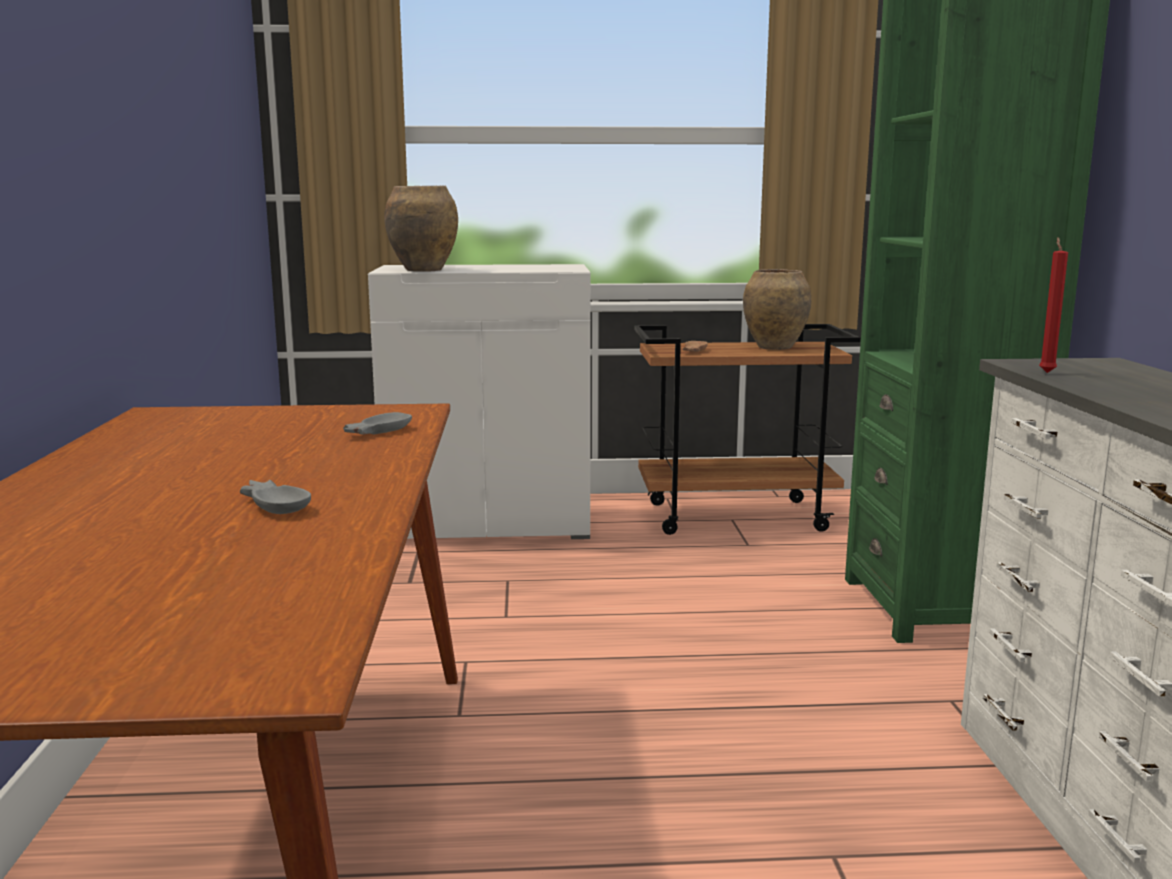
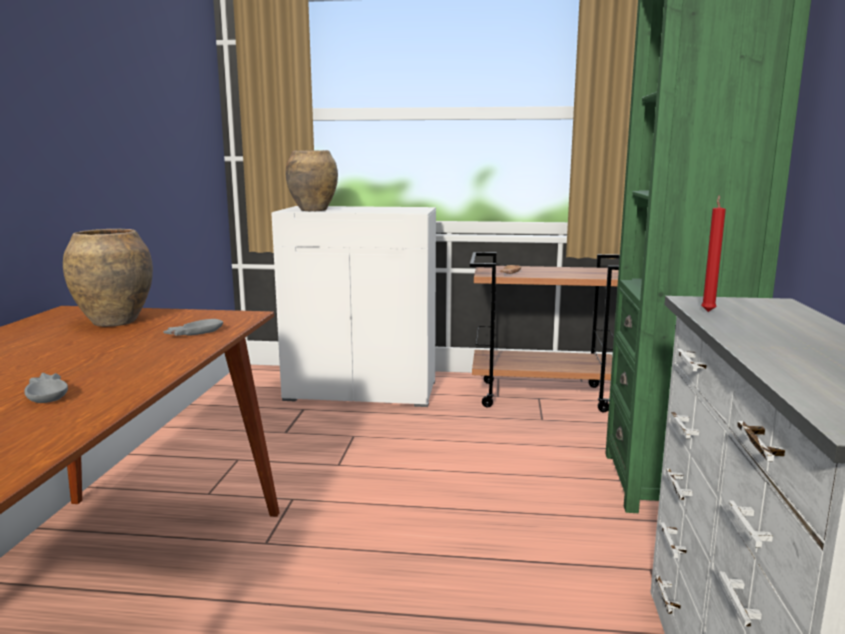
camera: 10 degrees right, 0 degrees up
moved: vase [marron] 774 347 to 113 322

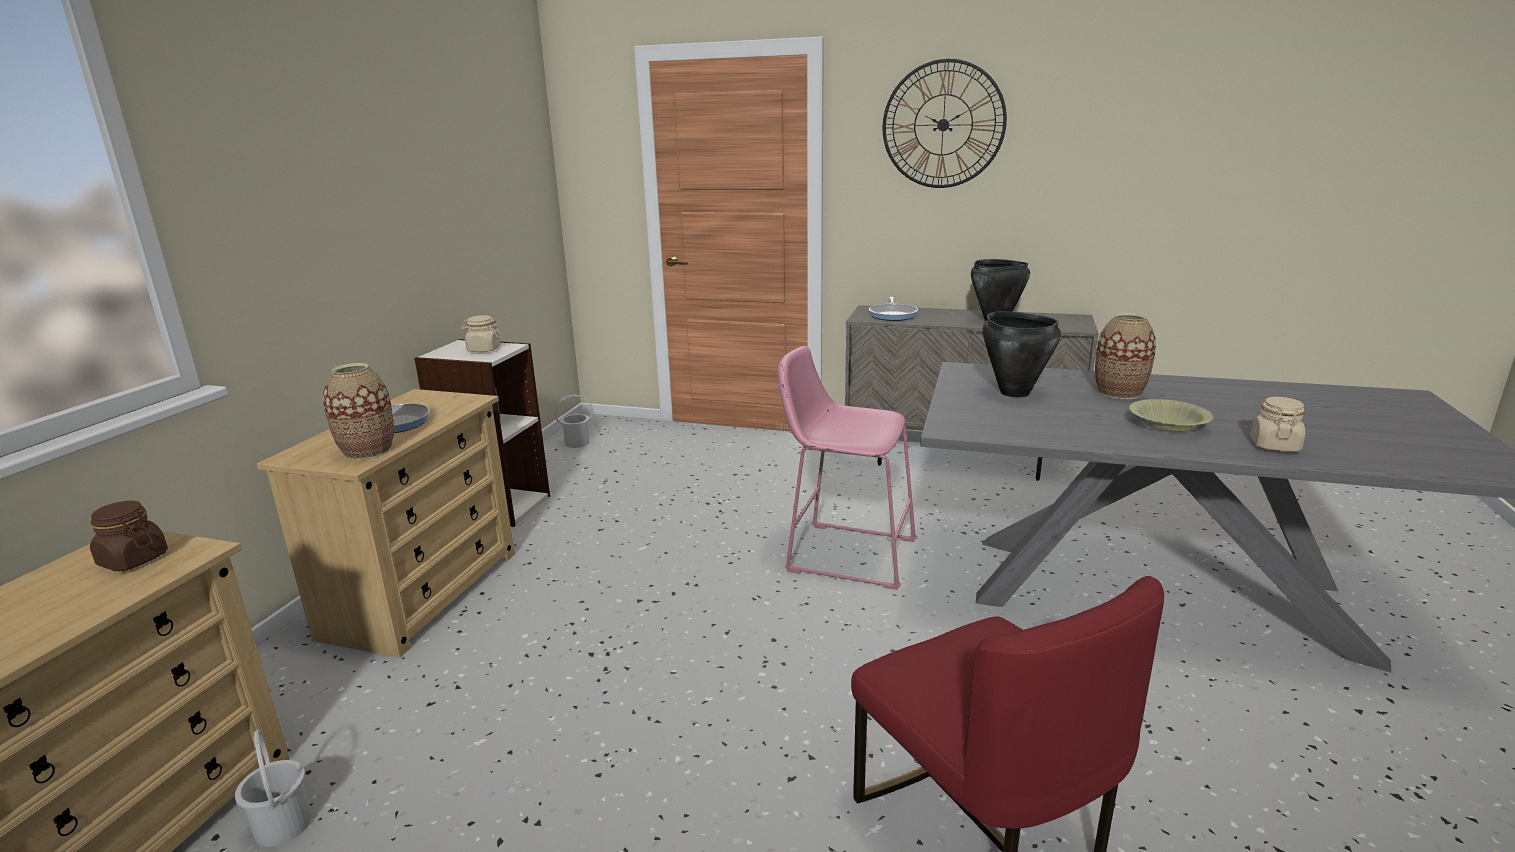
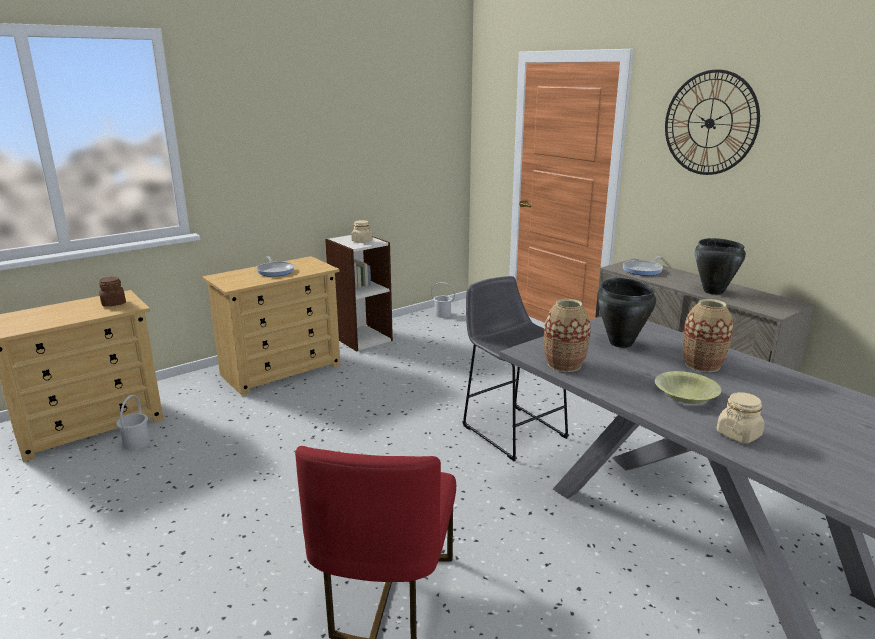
camera: 35 degrees right, 0 degrees up
moved: vase 368 451 to 564 365
recoloured: tabouret [rose] 844 554 to tabouret [gris] 511 429

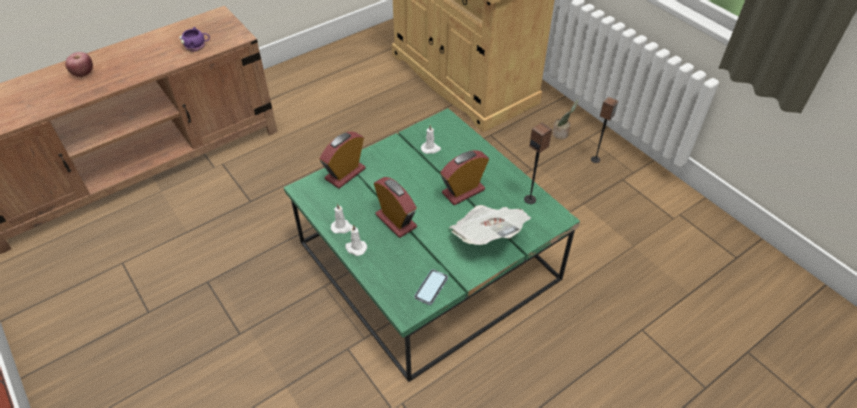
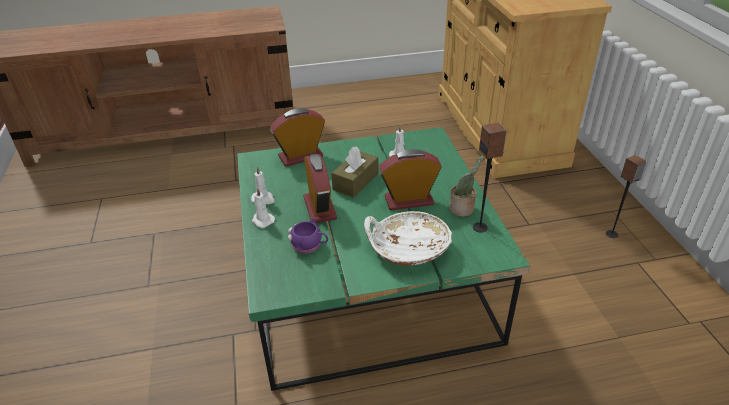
camera: 25 degrees right, 10 degrees down
removed: pomme 83 73; téléphone 431 288
added: boîte à mouchoirs [marron] 355 181
moved: mug [violet] 197 46 to 309 246; plante en pot 561 134 to 463 209
replaced: journal 487 236 to bol [blanc] 407 248

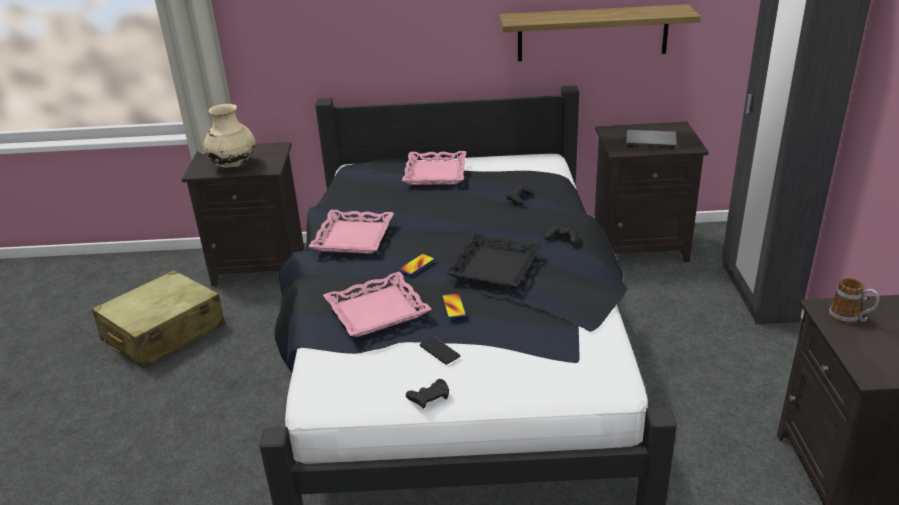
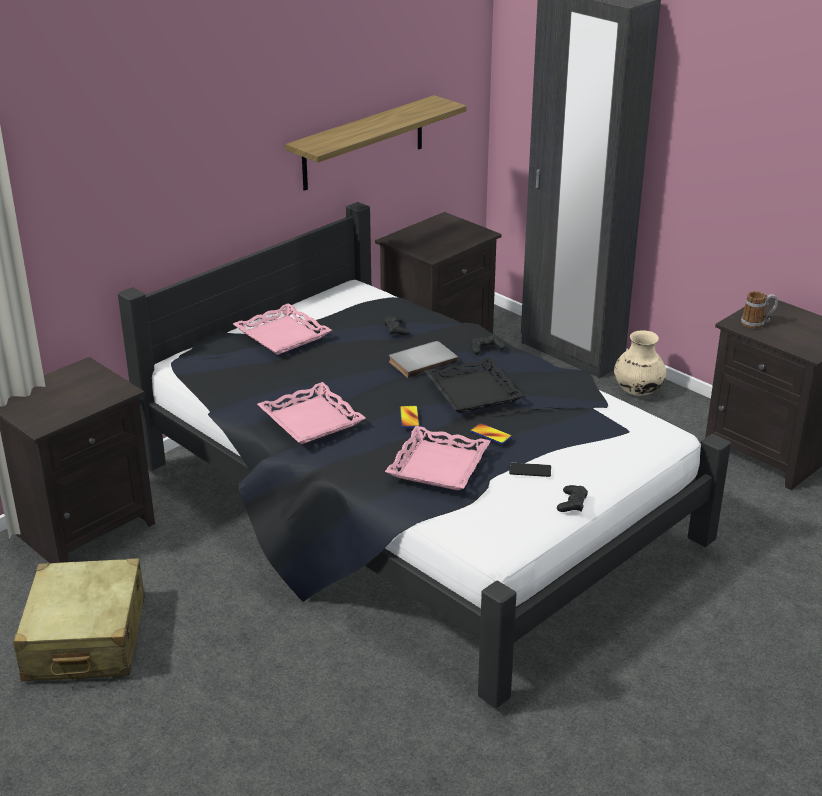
camera: 45 degrees left, 0 degrees up
moved: vase [beige] 233 165 to 637 391; livre [gris] 650 141 to 422 361

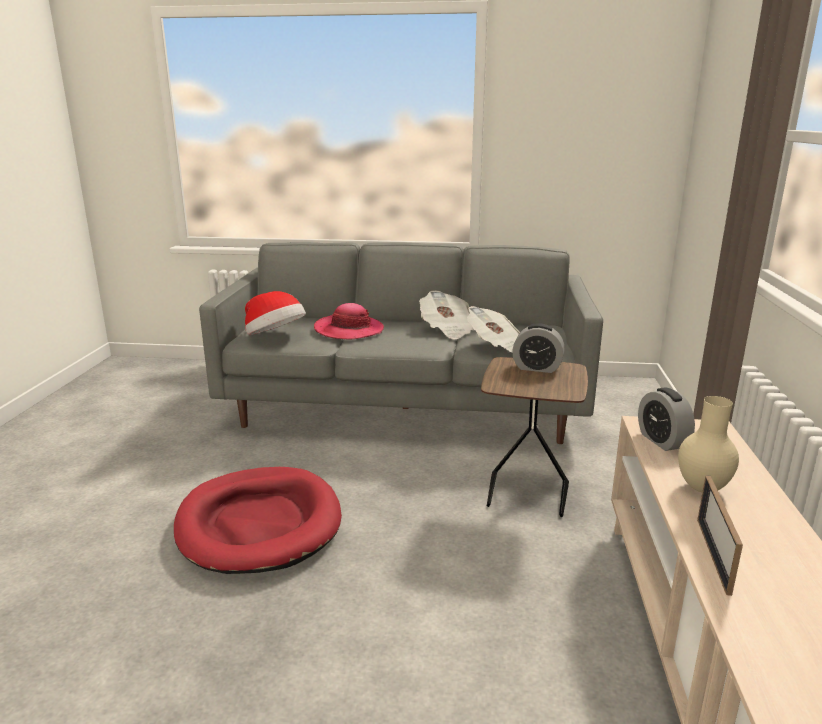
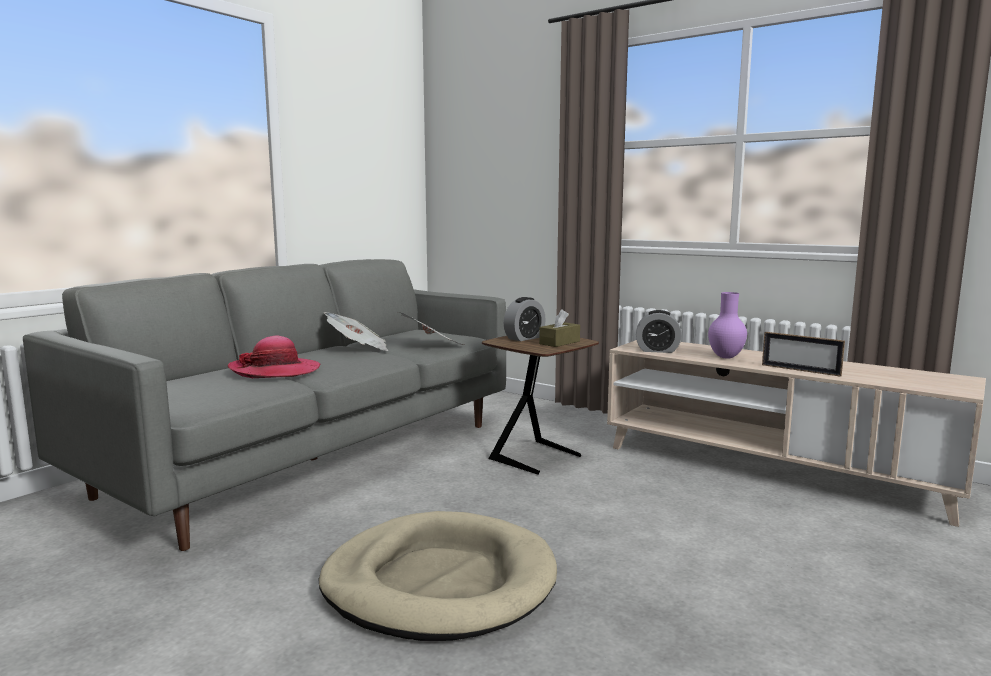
camera: 60 degrees left, 10 degrees down
removed: chapeau 275 337
added: boîte à mouchoirs [marron] 559 342
recoloured: vase [beige] 701 488 to vase [violet] 725 357; panier pour chien [rouge] 259 524 to panier pour chien [beige] 439 582

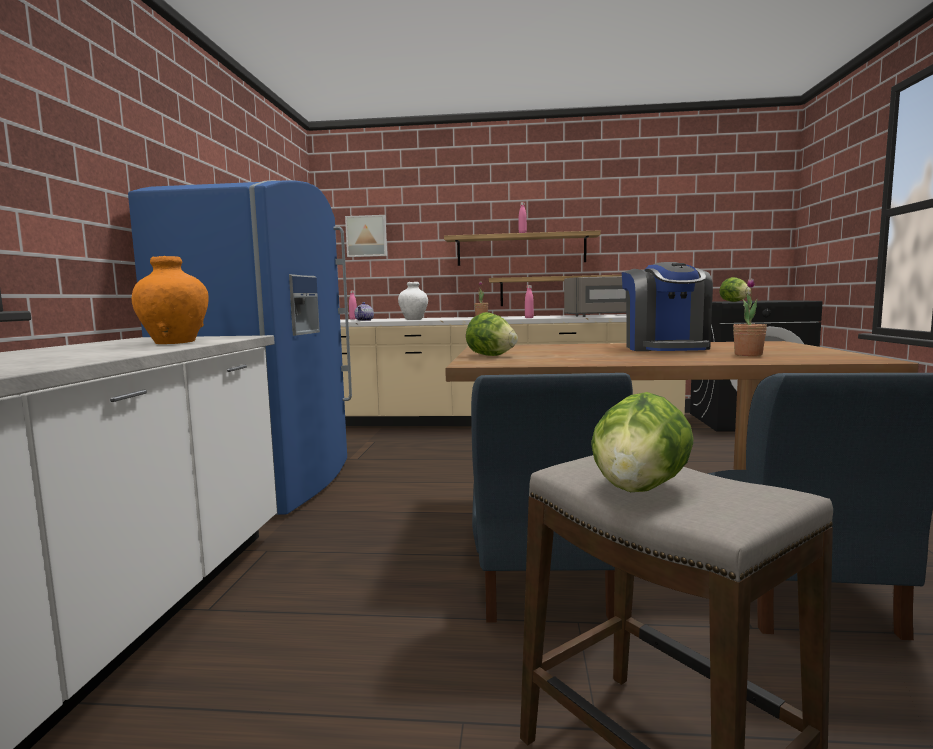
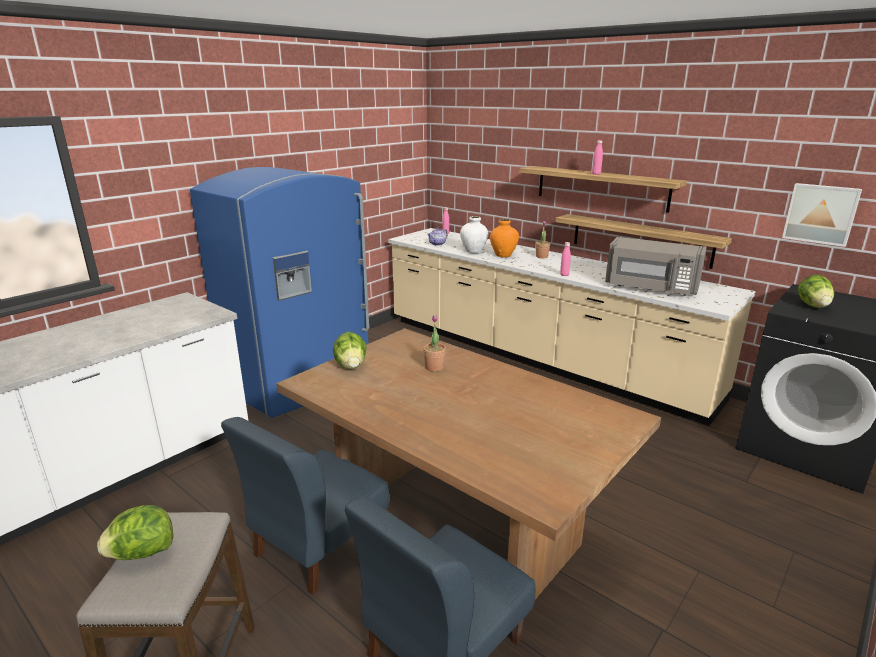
camera: 35 degrees right, 15 degrees up
removed: machine à café 665 348
moved: tableau 366 236 to 820 214; vase [orange] 175 342 to 503 255; plante en pot 748 355 to 434 367

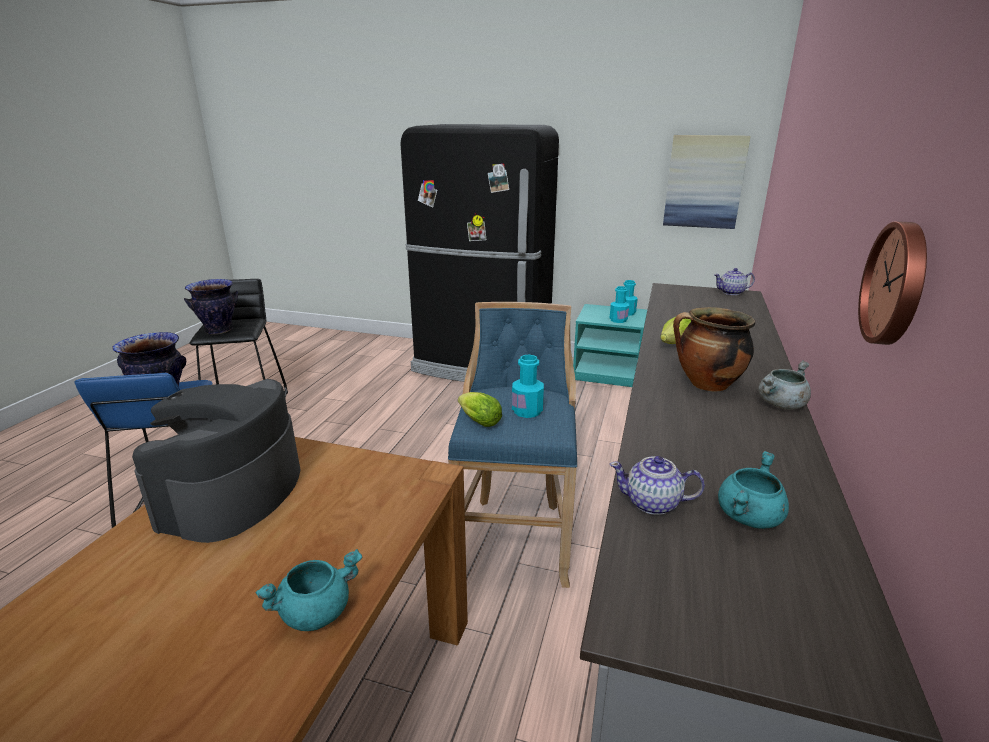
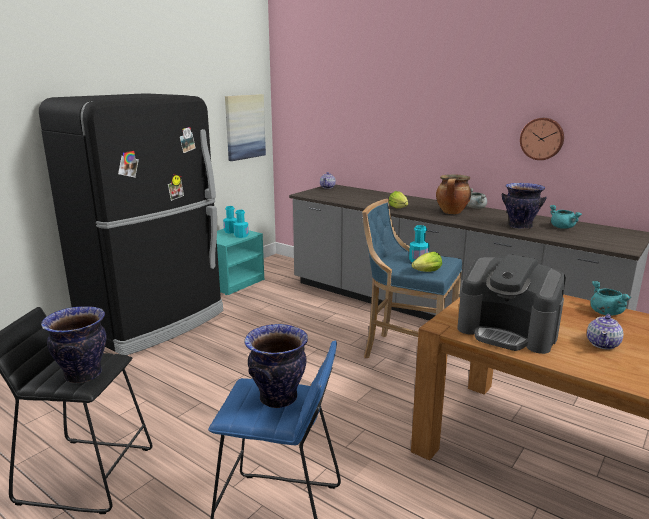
camera: 70 degrees left, 5 degrees down
added: vase 520 226
moved: théière 653 503 to 603 344

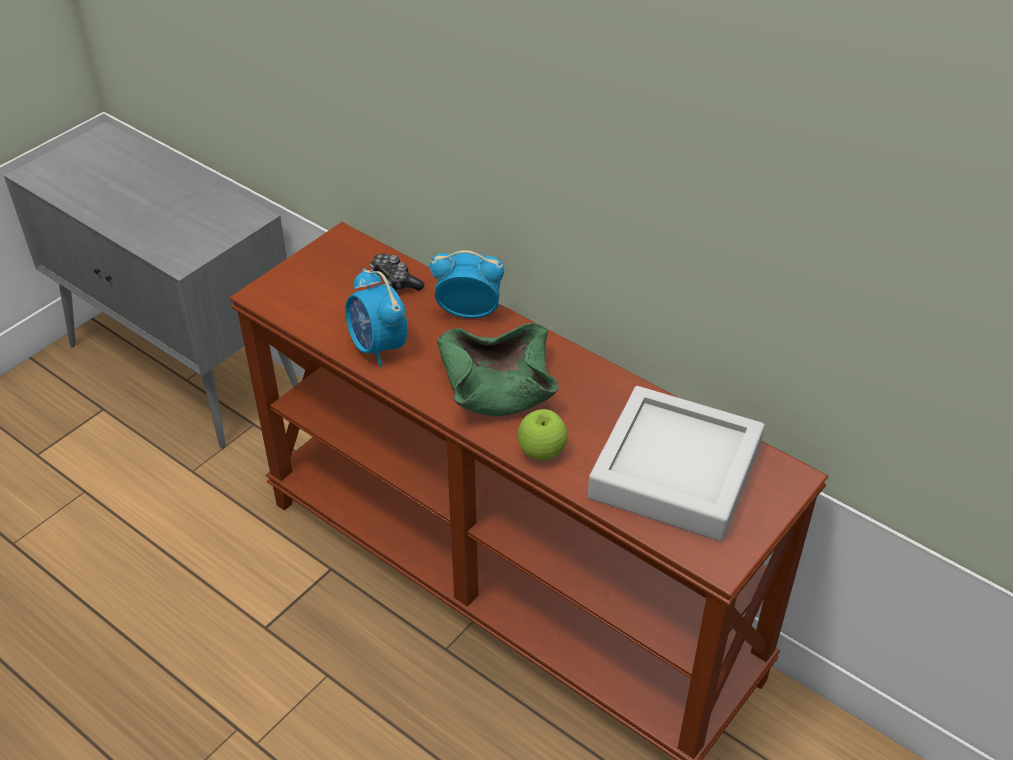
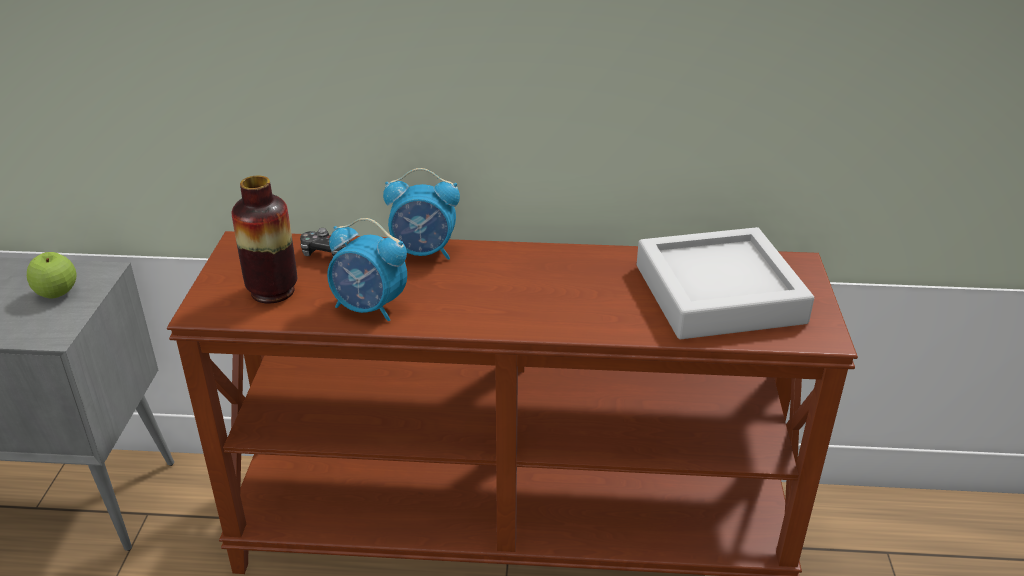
camera: 35 degrees left, 10 degrees down
removed: bol [vert] 497 387
added: vase 272 291
moved: pomme 542 452 to 57 293
turned: réveil 469 312 = 423 253 150 degrees counterclockwise

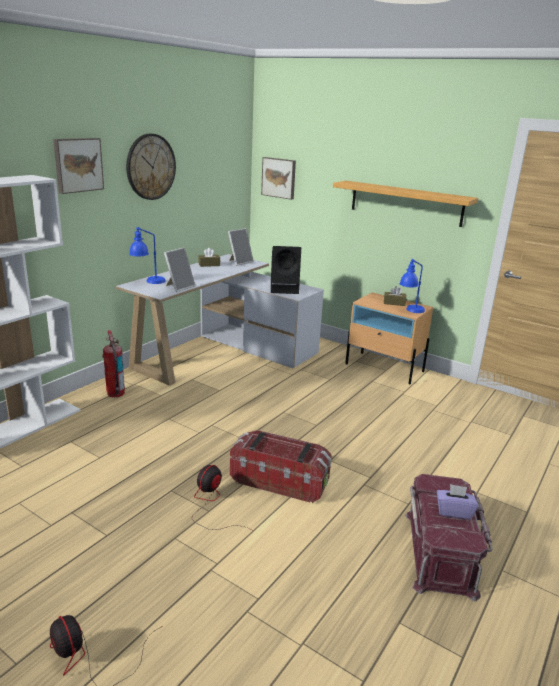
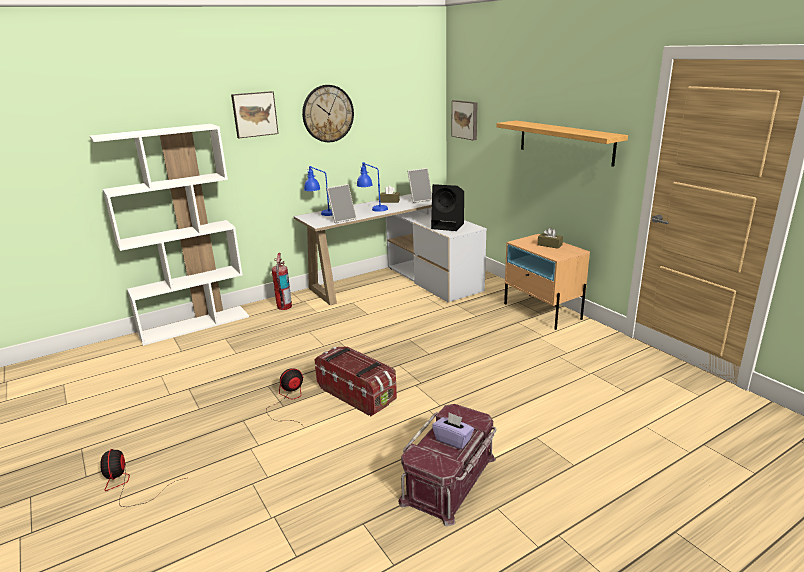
camera: 25 degrees right, 0 degrees up
moved: lampe de table [bleu] 410 311 to 373 210

